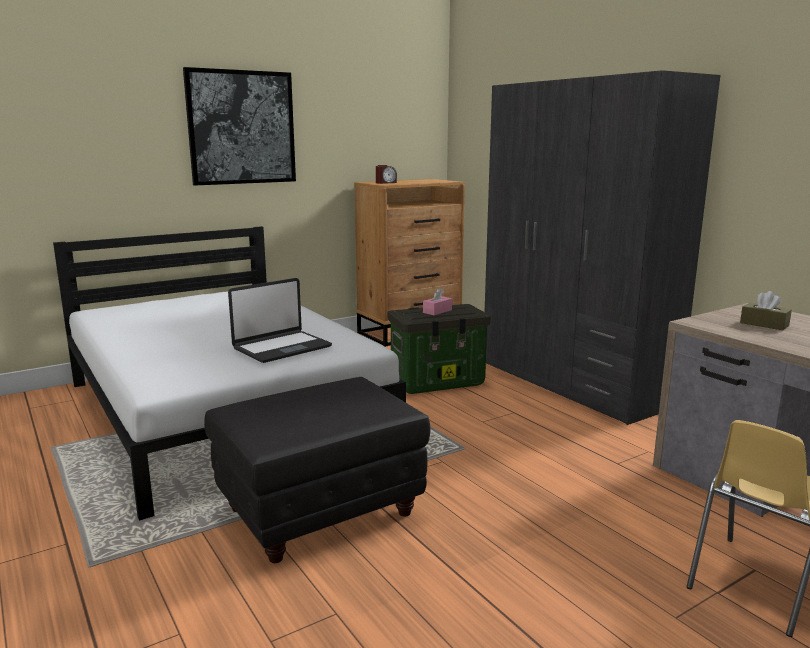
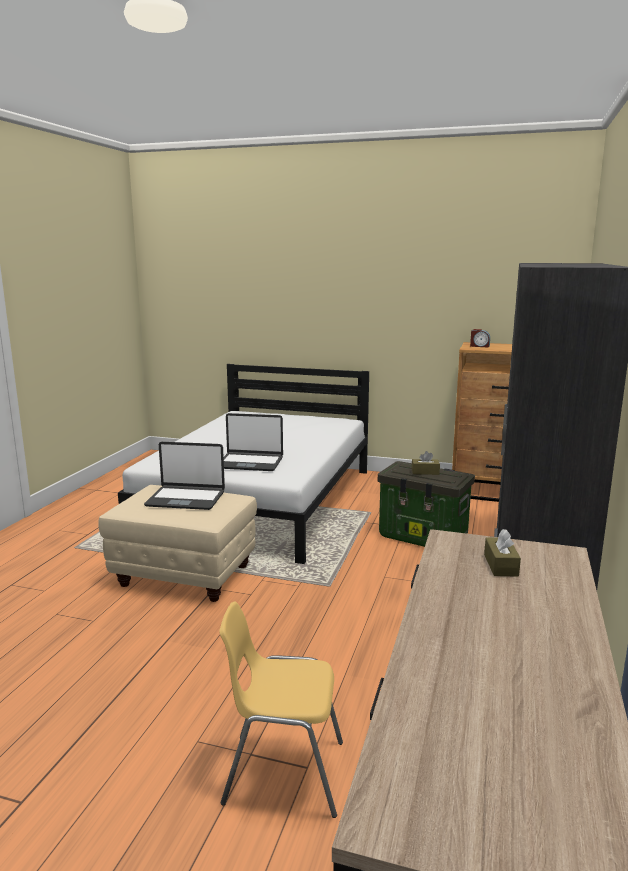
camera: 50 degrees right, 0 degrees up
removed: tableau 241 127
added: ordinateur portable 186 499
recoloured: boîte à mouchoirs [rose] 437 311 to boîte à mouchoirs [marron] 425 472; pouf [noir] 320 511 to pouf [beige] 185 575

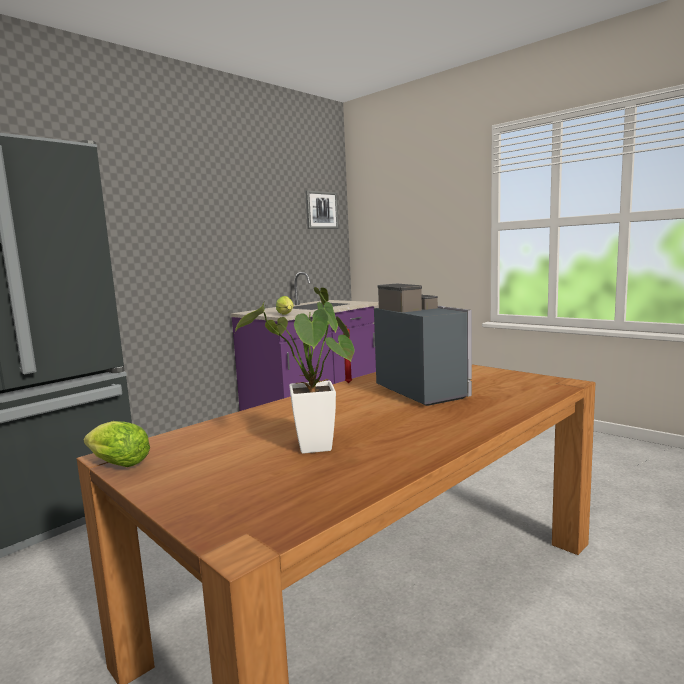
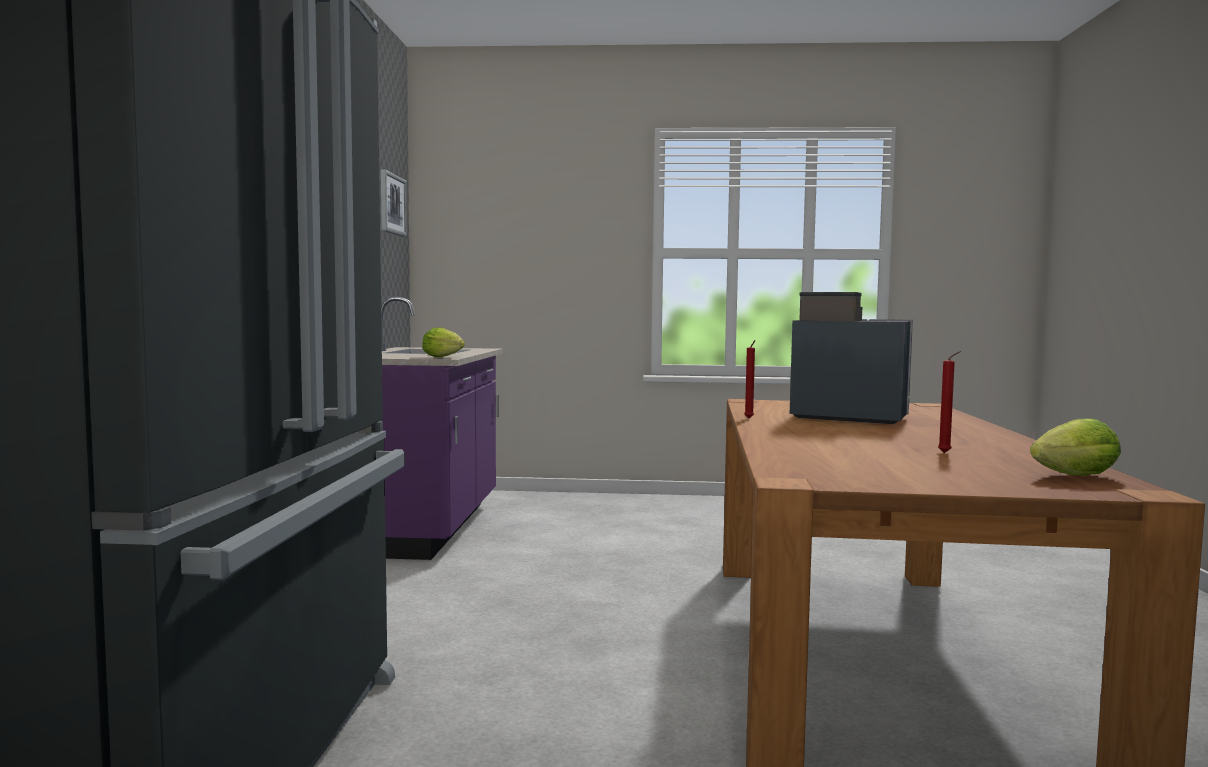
camera: 40 degrees left, 5 degrees down
moved: laitue 116 464 to 1070 476
replaced: plante en pot 315 451 to bougie [rouge] 946 453

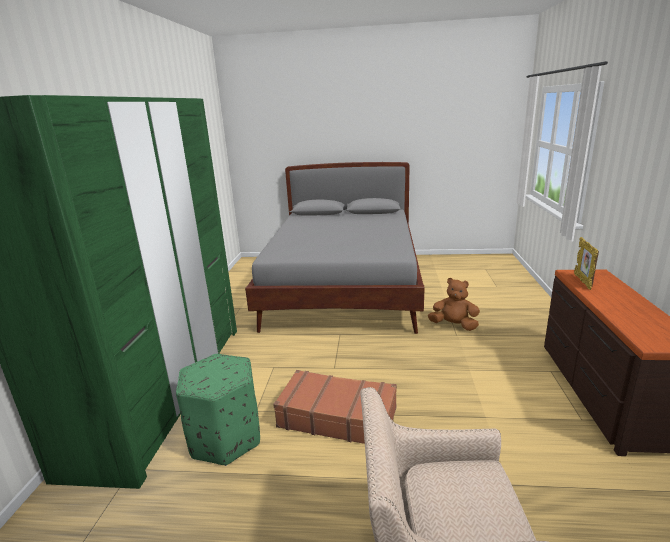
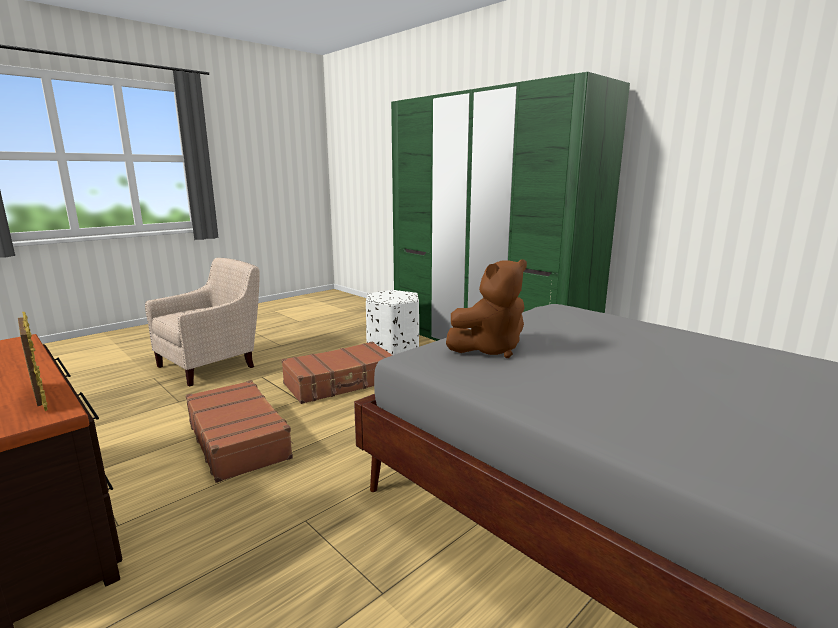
camera: 130 degrees right, 5 degrees down
added: valise [marron] 239 439
moved: peluche [marron] 454 325 to 489 349
recoloured: pouf [vert] 225 438 to pouf [blanc] 393 351

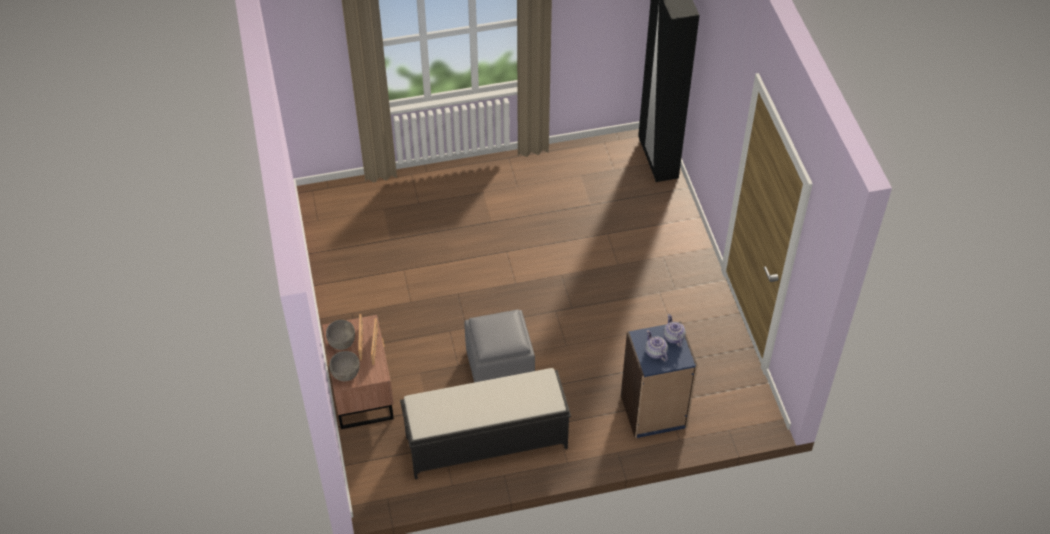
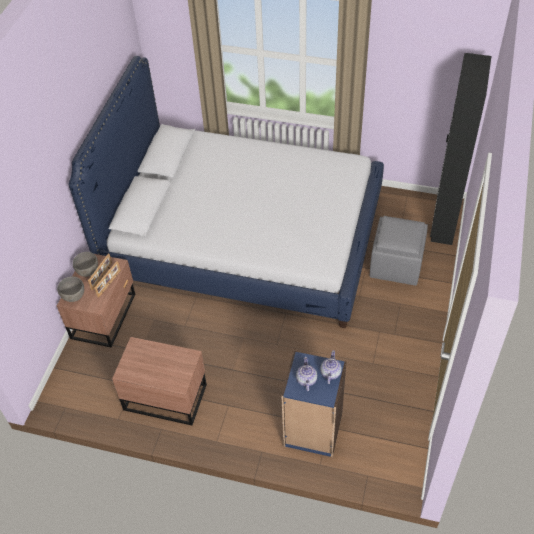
camera: 30 degrees right, 0 degrees up
added: lit 244 238
moved: pouf [gris] 499 367 to 395 264
replaced: banc [noir] 485 442 to table de chevet [marron] 164 395

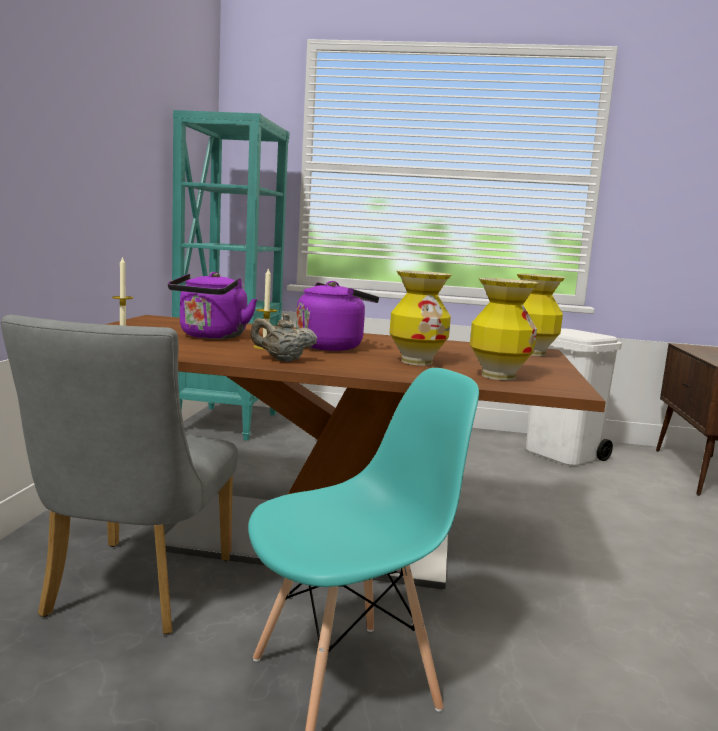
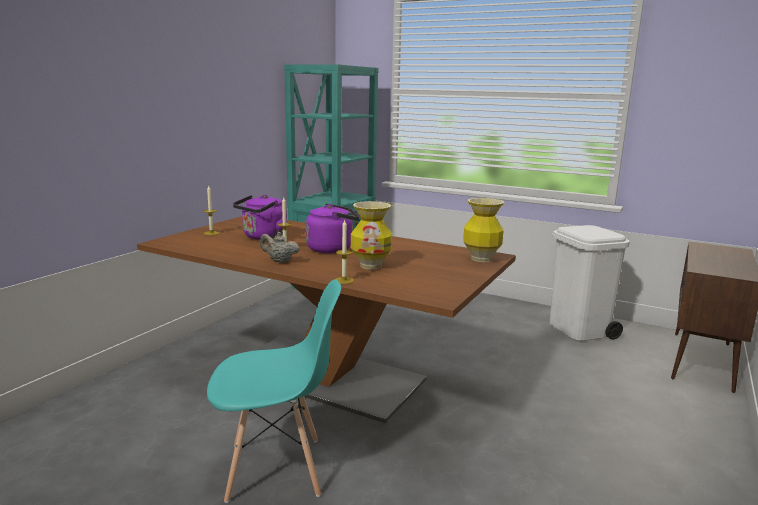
camera: 20 degrees right, 5 degrees up
removed: vase 498 376; chaise [gris] 132 593
added: bougie 344 280

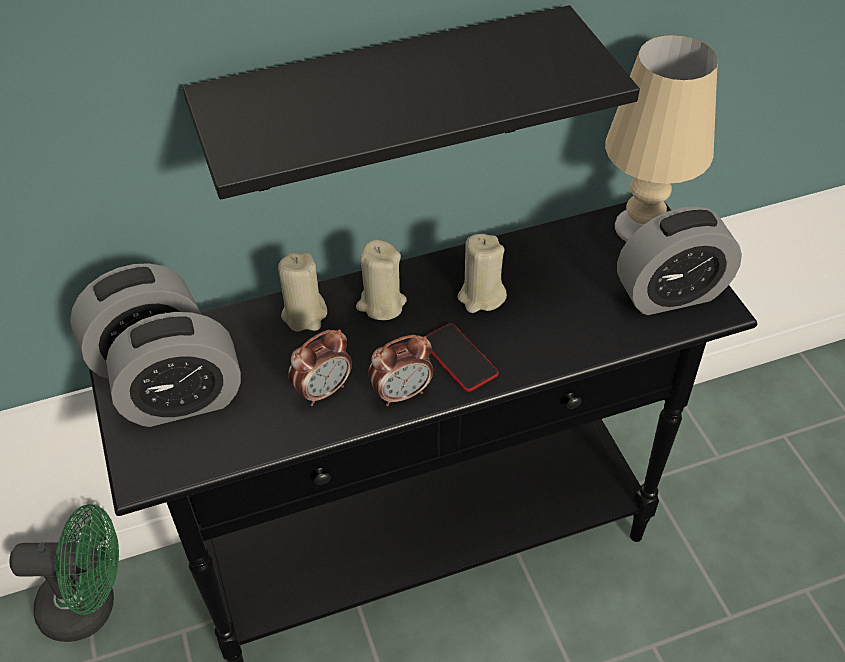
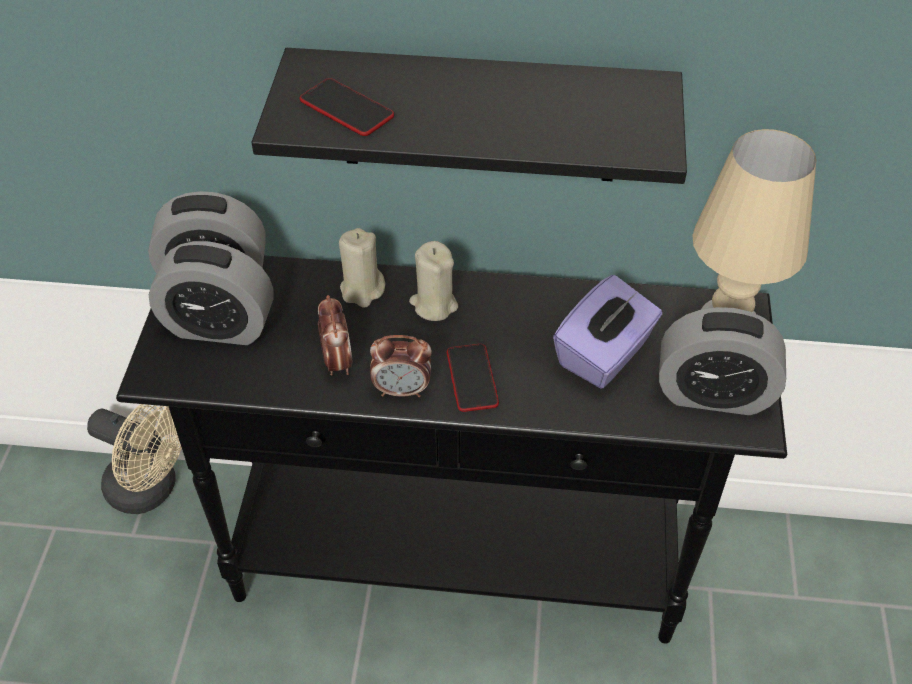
camera: 25 degrees right, 0 degrees up
removed: bougie [beige] 481 296
added: téléphone 346 109; boîte à mouchoirs [violet] 604 354
recoloured: ventilateur [vert] 90 606 to ventilateur [beige] 151 489
turned: réveil 323 391 = 337 362 90 degrees counterclockwise

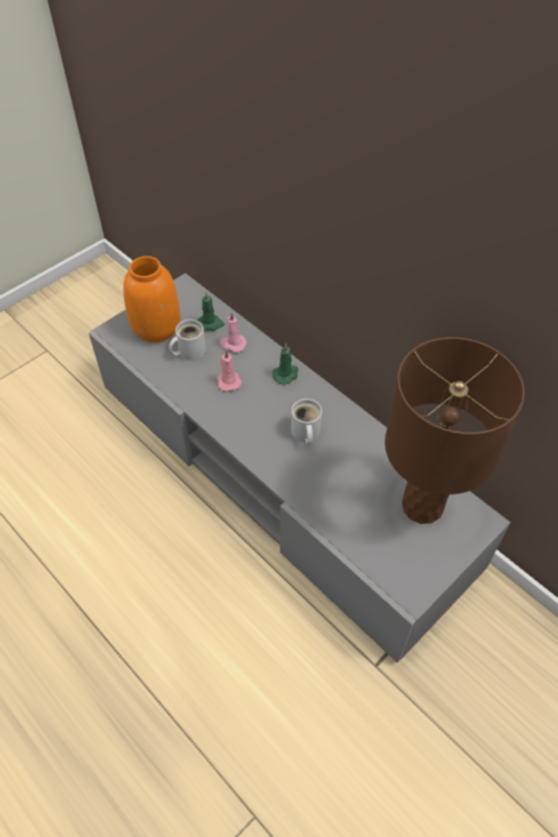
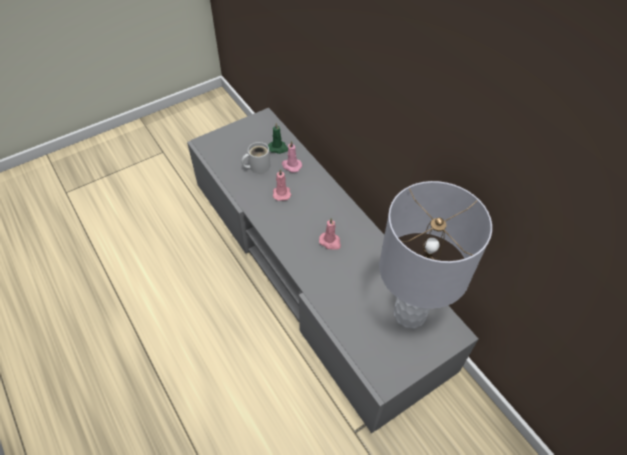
camera: 10 degrees right, 0 degrees up
removed: vase [orange] 157 328; bougie [vert] 286 374
replaced: mug [blanc] 305 433 to bougie [rose] 330 242
recoloured: lampe de table [marron] 423 506 to lampe de table [gris] 410 314

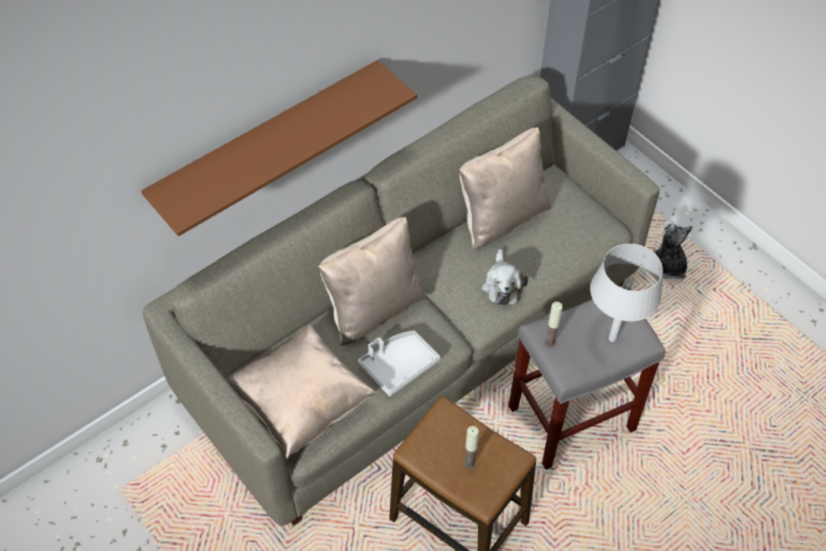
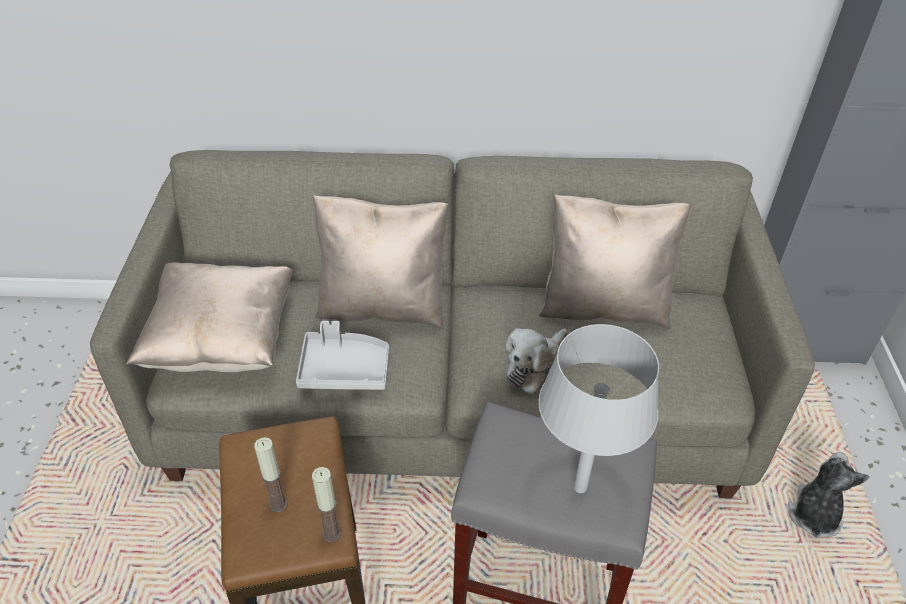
camera: 40 degrees right, 10 degrees down
removed: étagère [marron] 268 142
moved: bougie 549 343 to 331 534

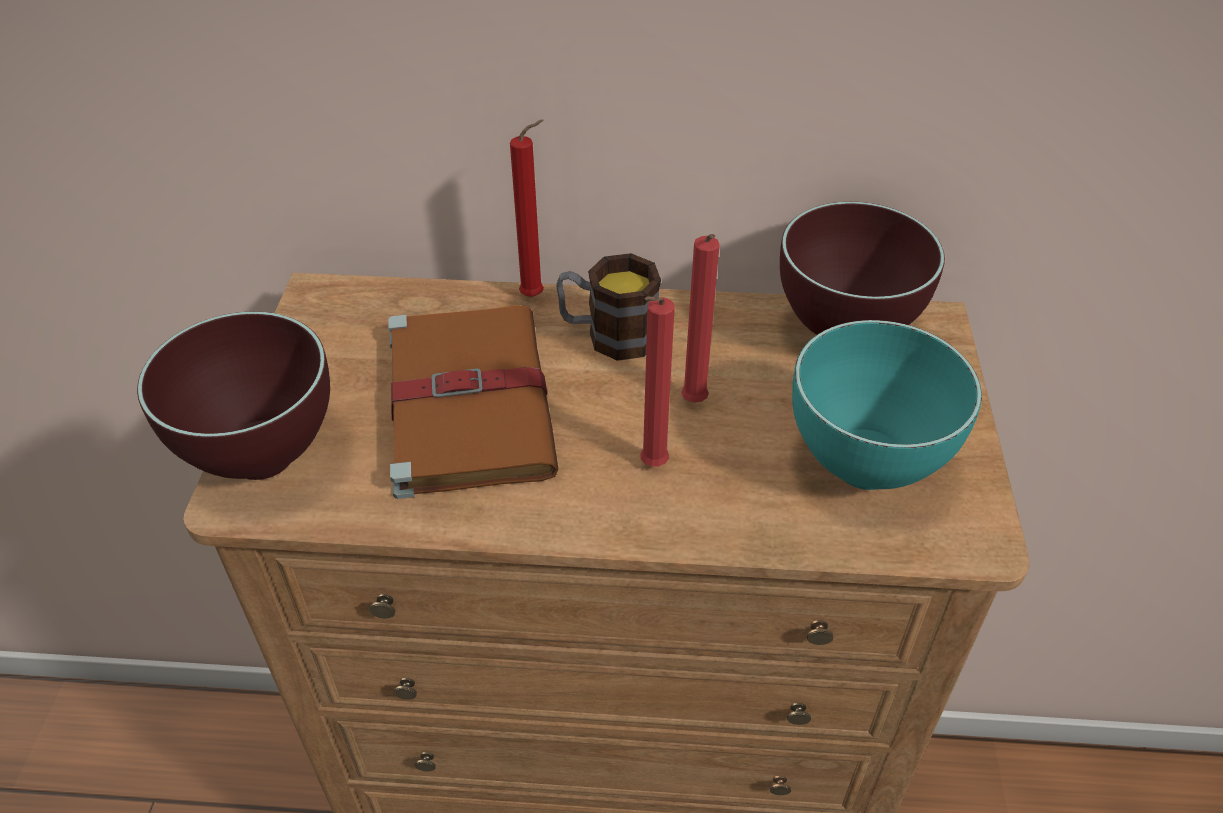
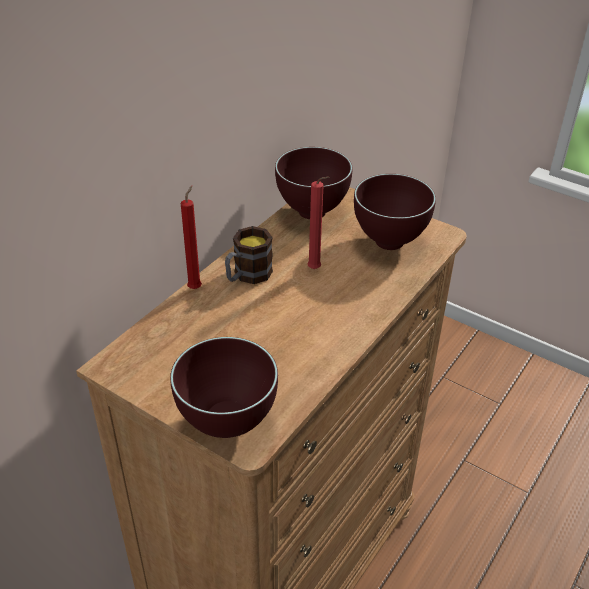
camera: 60 degrees left, 5 degrees down
removed: bougie [rouge] 650 467; livre [marron] 468 400
recoloured: bol [turquoise] 868 468 to bol [marron] 390 241

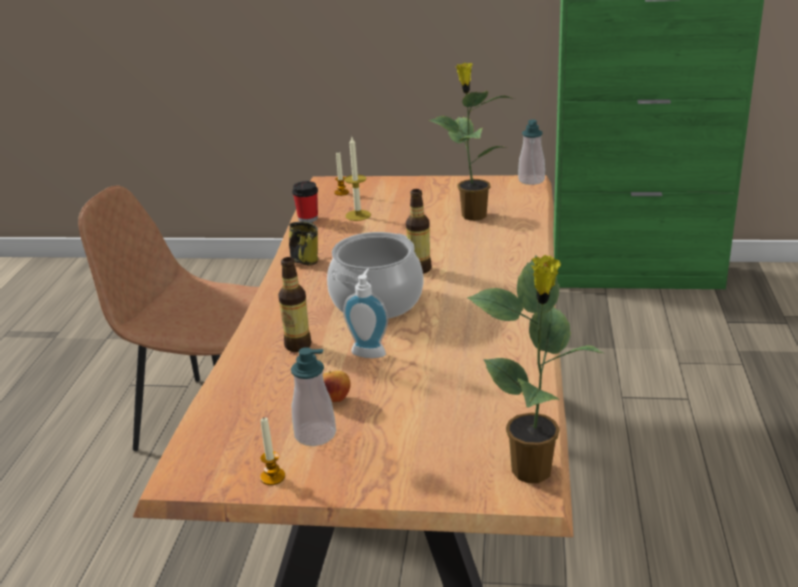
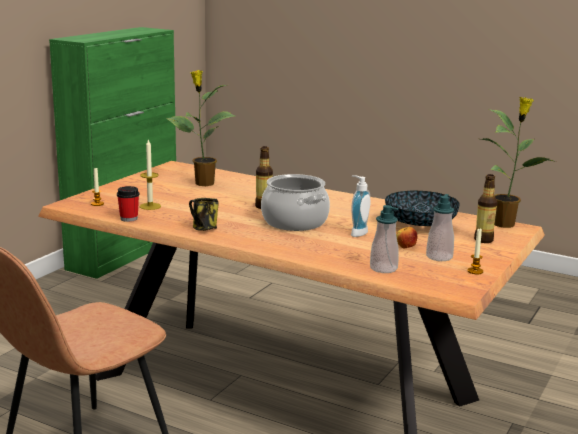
camera: 70 degrees left, 10 degrees down
added: bol 420 225
moved: distributeur de savon 531 180 to 383 268; bouteille 298 345 to 483 240

